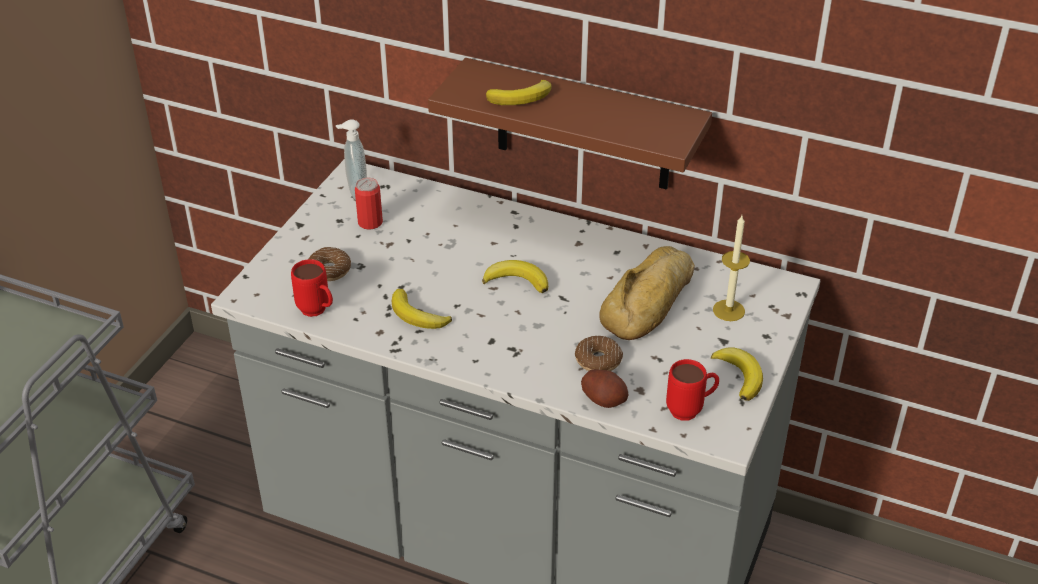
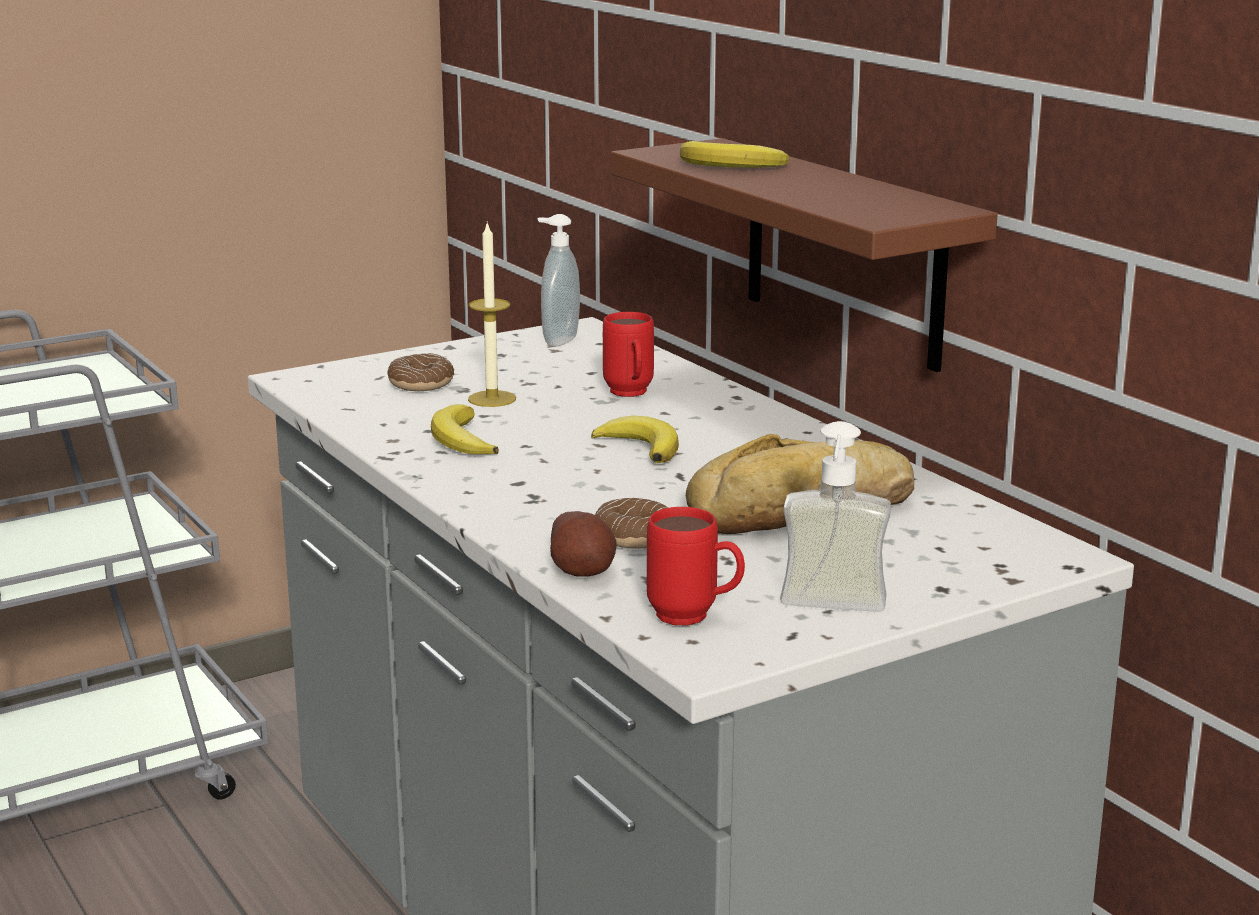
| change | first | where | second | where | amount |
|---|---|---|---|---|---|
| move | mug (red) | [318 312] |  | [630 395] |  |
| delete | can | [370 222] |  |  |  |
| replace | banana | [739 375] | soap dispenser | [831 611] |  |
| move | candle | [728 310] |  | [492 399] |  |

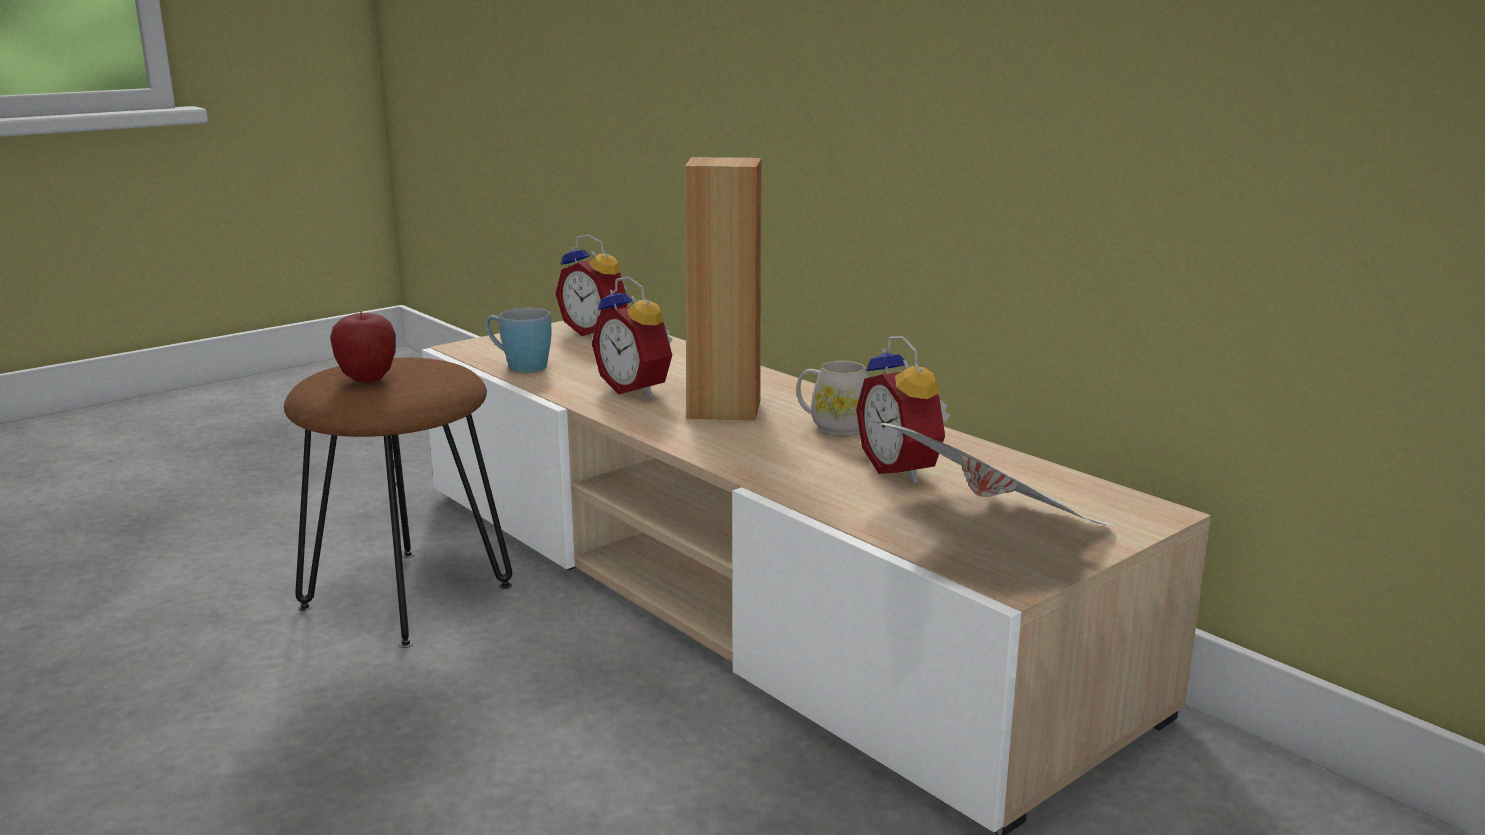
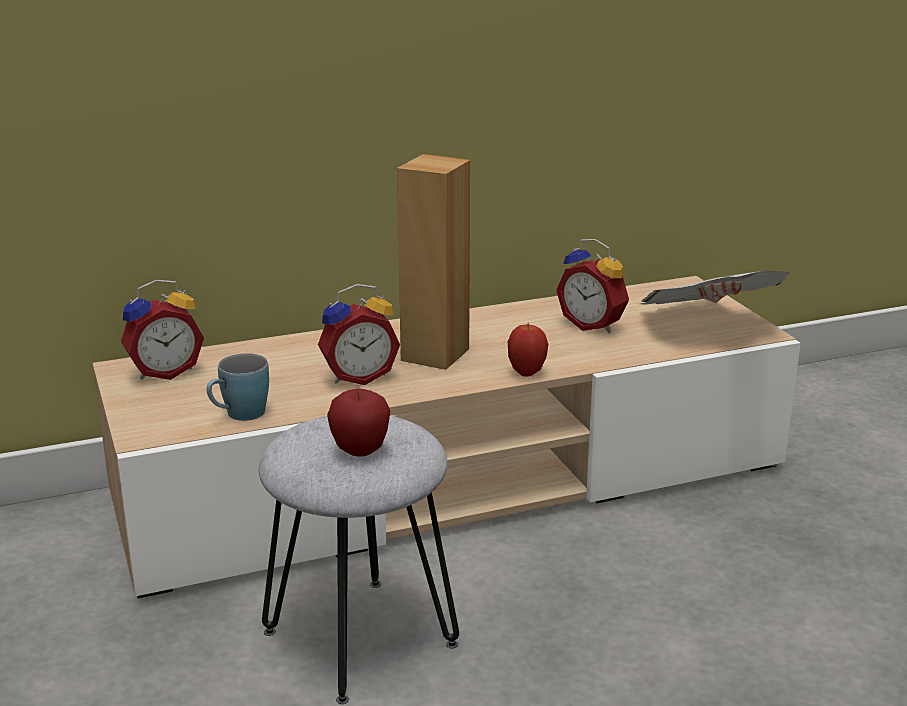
| change | first | where | second | where | amount |
|---|---|---|---|---|---|
| recolor | stool (brown) | [408 596] | stool (grey) | [359 637] |  |
| delete | mug (white) | [833 426] |  |  |  |
| rotate | alarm clock | [904 469] |  | [593 325] | 45 degrees clockwise |
| insert |  |  | apple | [527 373] |  |

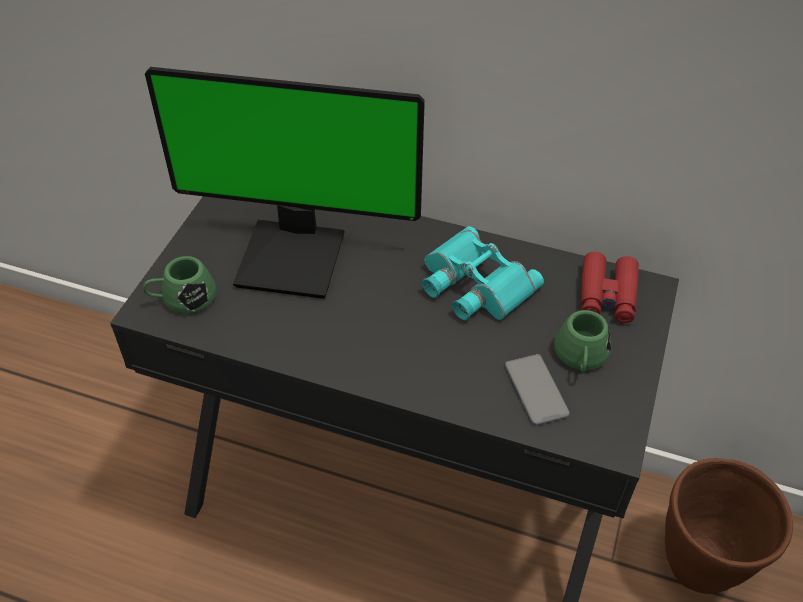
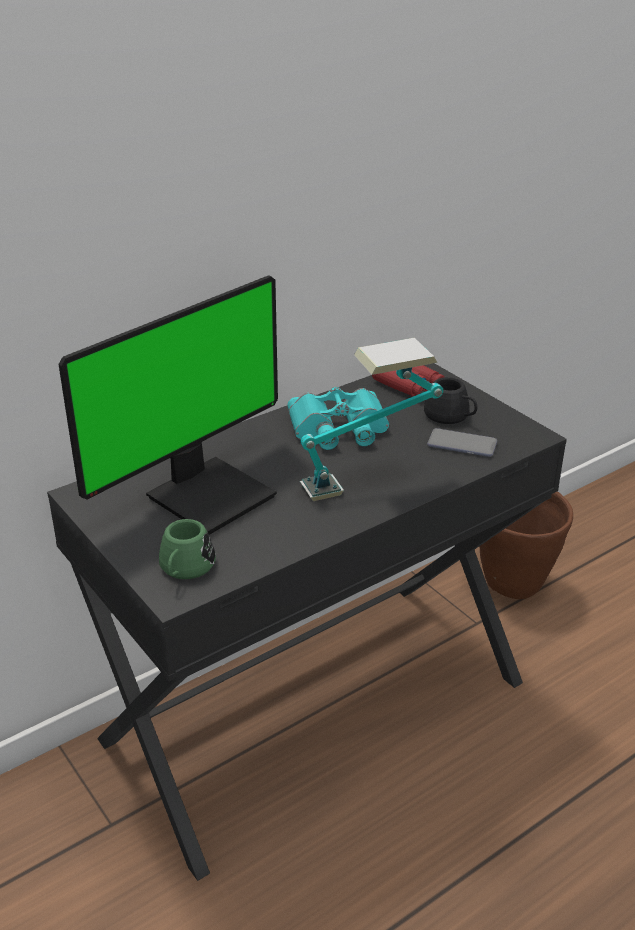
| change | first | where | second | where | amount |
|---|---|---|---|---|---|
| recolor | mug (green) | [580 357] | mug (black) | [451 416] |  |
| insert |  |  | table lamp | [369 479] |  |

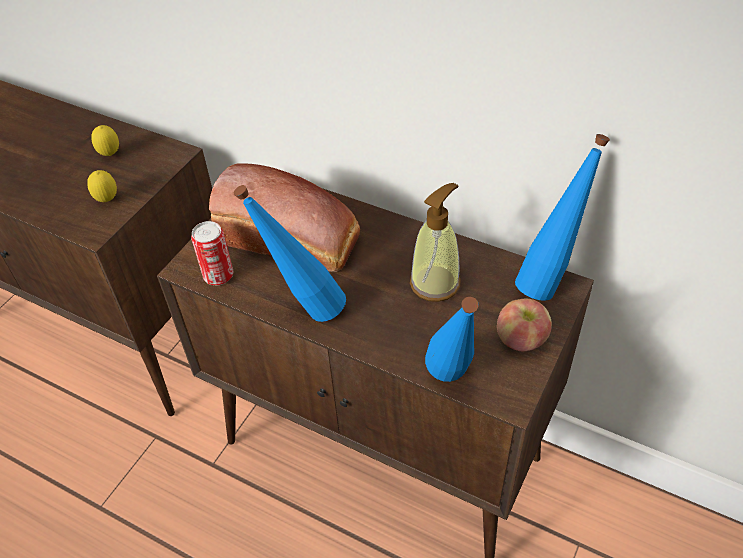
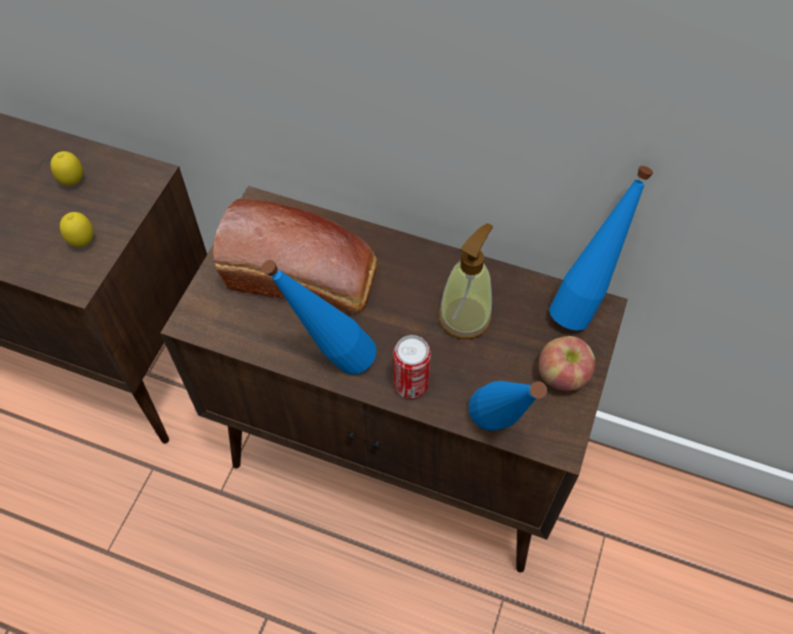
| change | first | where | second | where | amount |
|---|---|---|---|---|---|
| move | can | [218 276] |  | [411 385] |  |

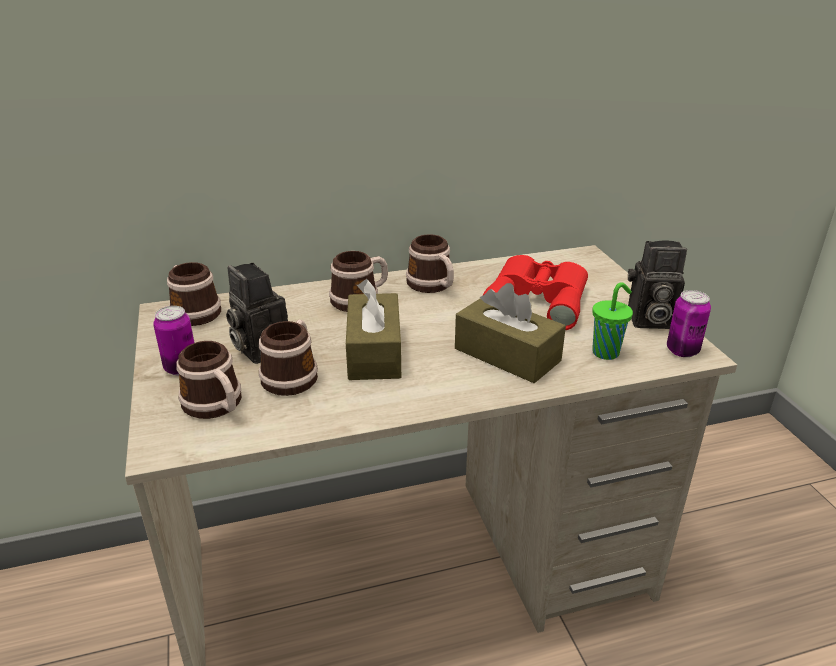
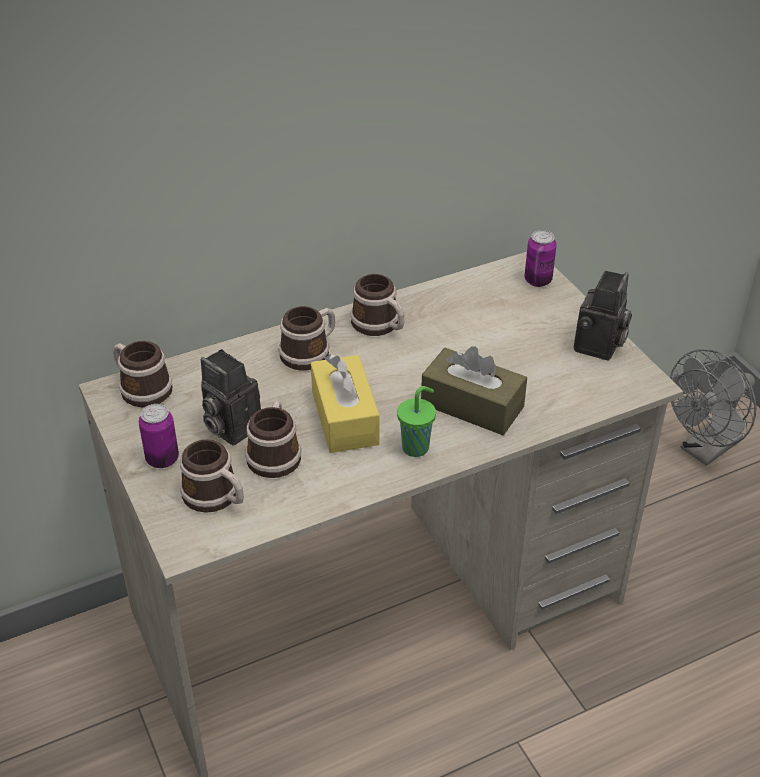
| change | first | where | second | where | amount |
|---|---|---|---|---|---|
| recolor | tissue box (brown) | [374 352] | tissue box (yellow) | [345 418] |  |
| delete | binoculars (red) | [538 298] |  |  |  |
| move | cup (green) | [607 352] |  | [416 447] |  |
| rotate | photo camera | [648 320] |  | [599 347] | 60 degrees counterclockwise |
| move | can | [682 350] |  | [538 280] |  |
| insert |  |  | fan (grey) | [705 450] |  |

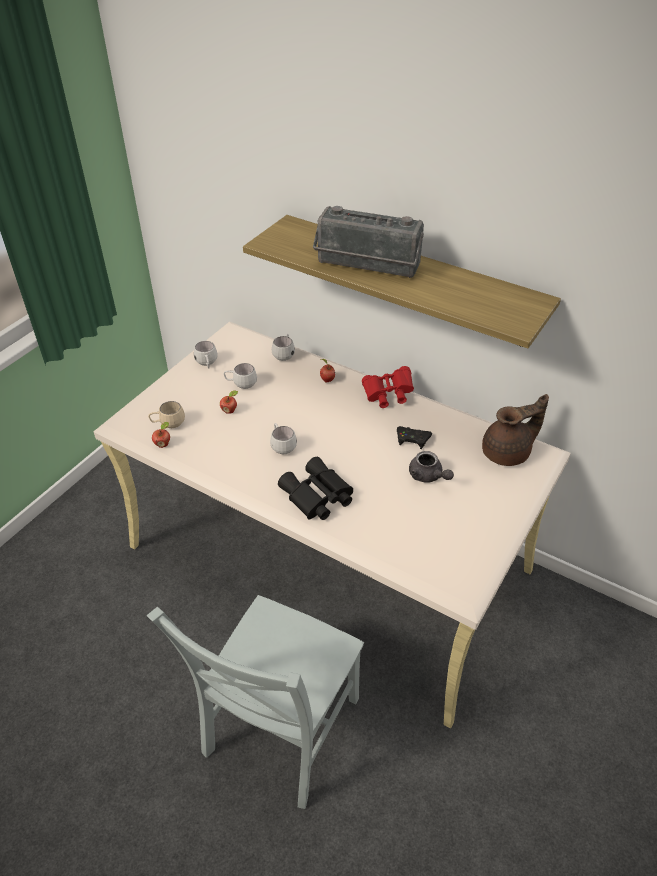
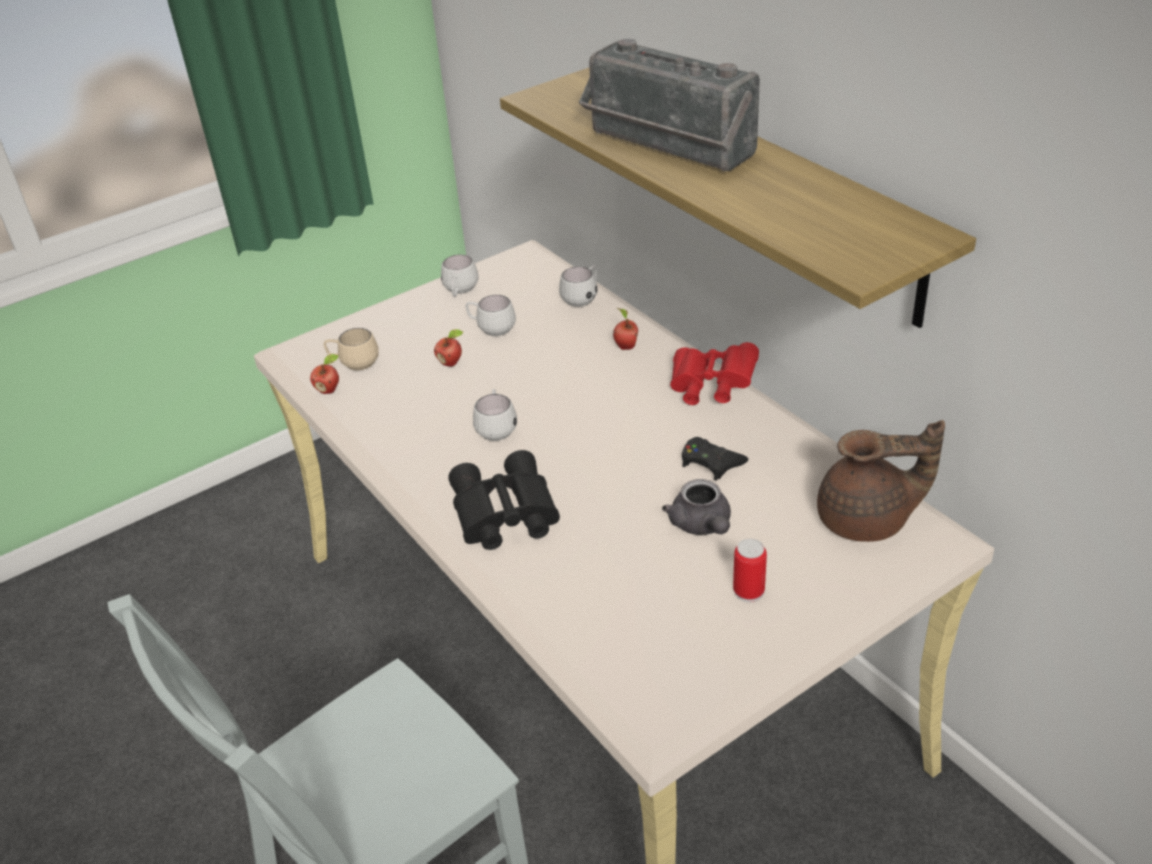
| change | first | where | second | where | amount |
|---|---|---|---|---|---|
| insert |  |  | can | [748 591] |  |

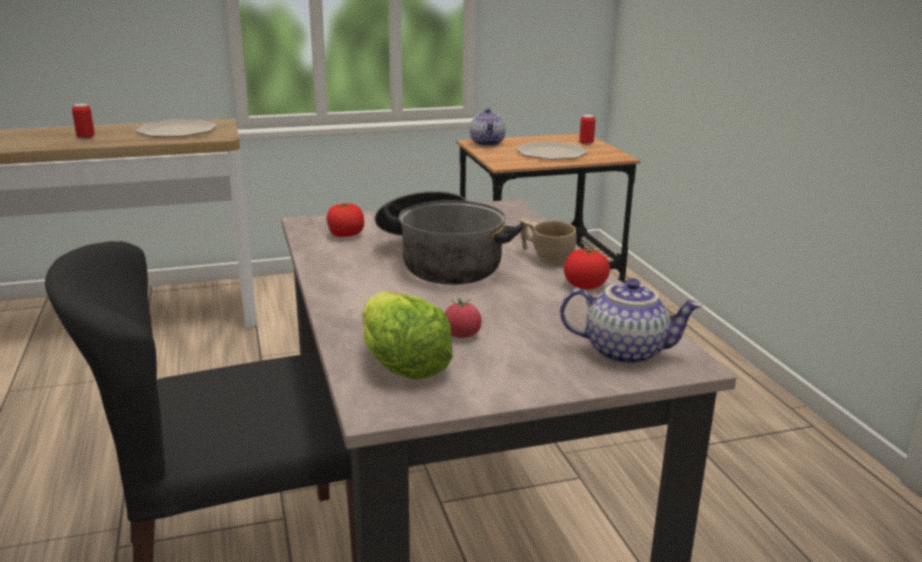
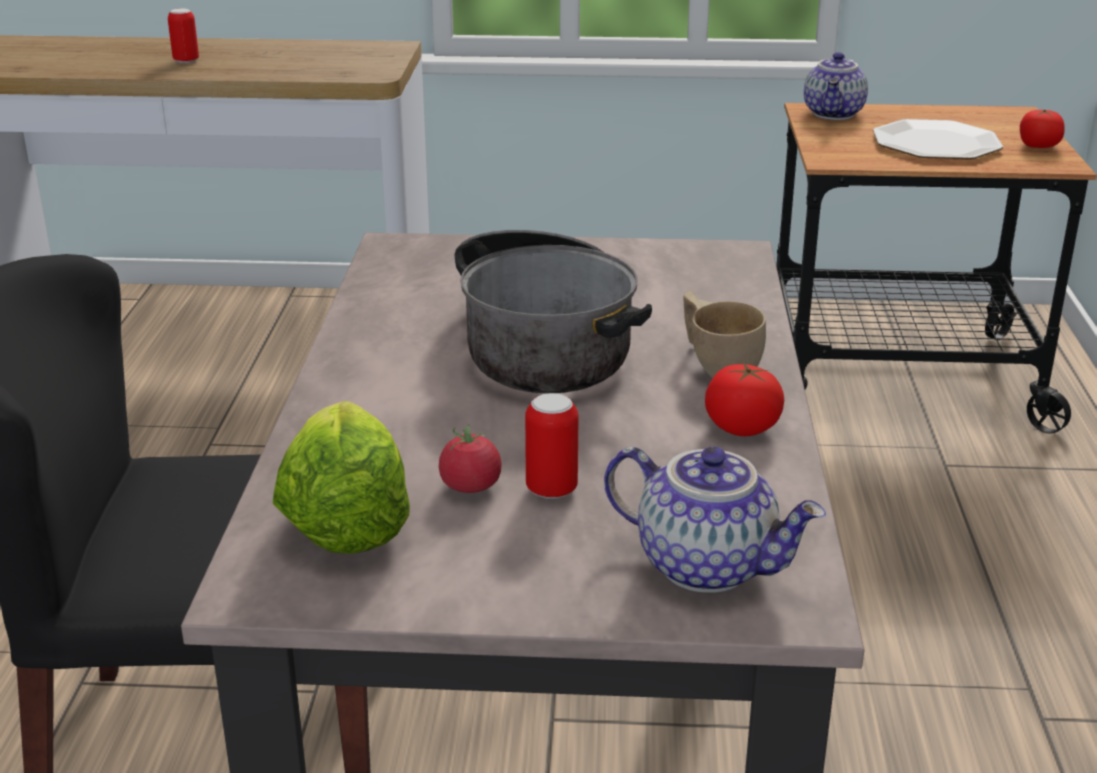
| change | first | where | second | where | amount |
|---|---|---|---|---|---|
| delete | plate | [176 131] |  |  |  |
| move | tomato | [345 235] |  | [1038 146] |  |
| move | can | [586 143] |  | [551 490] |  |

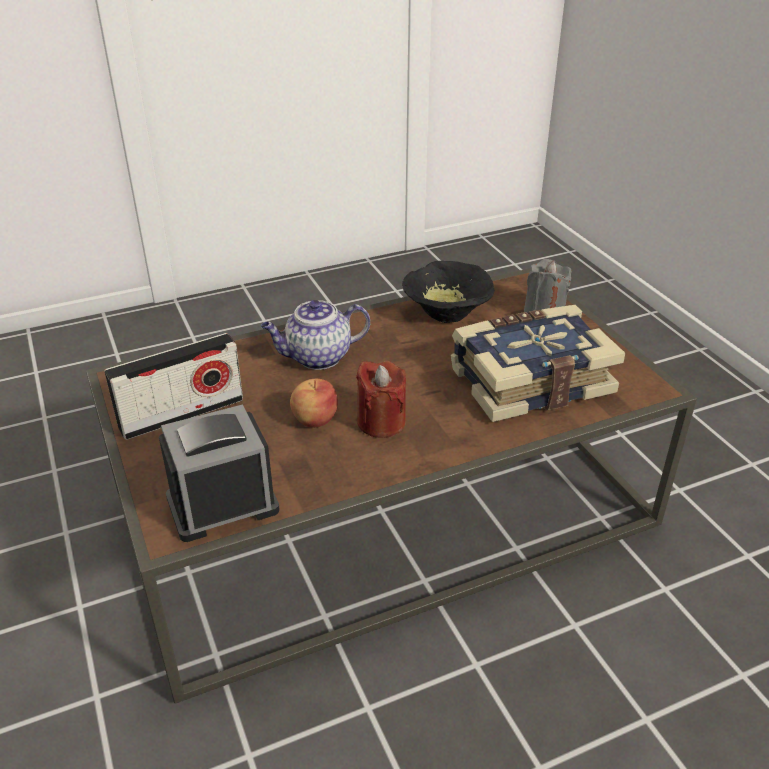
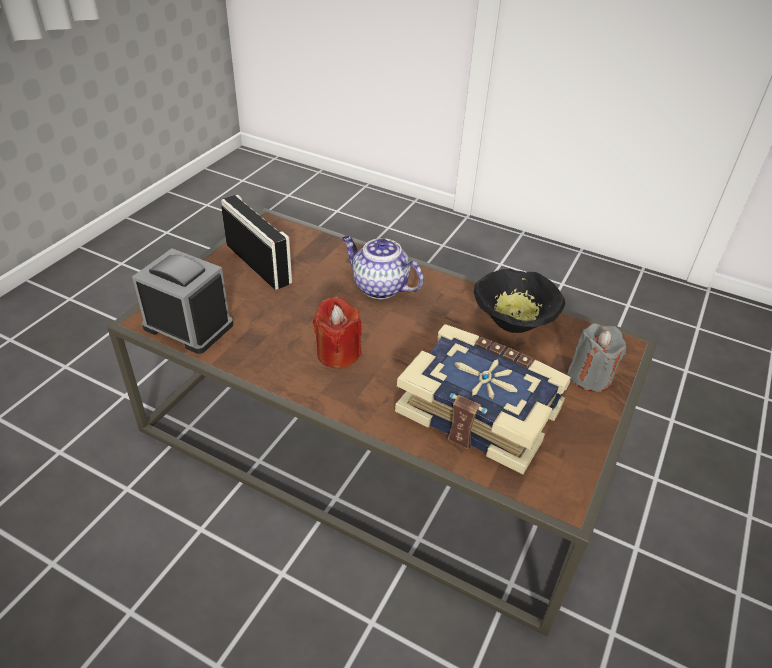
| change | first | where | second | where | amount |
|---|---|---|---|---|---|
| rotate | radio | [182 413] |  | [258 264] | 150 degrees counterclockwise |
| delete | apple | [315 419] |  |  |  |

